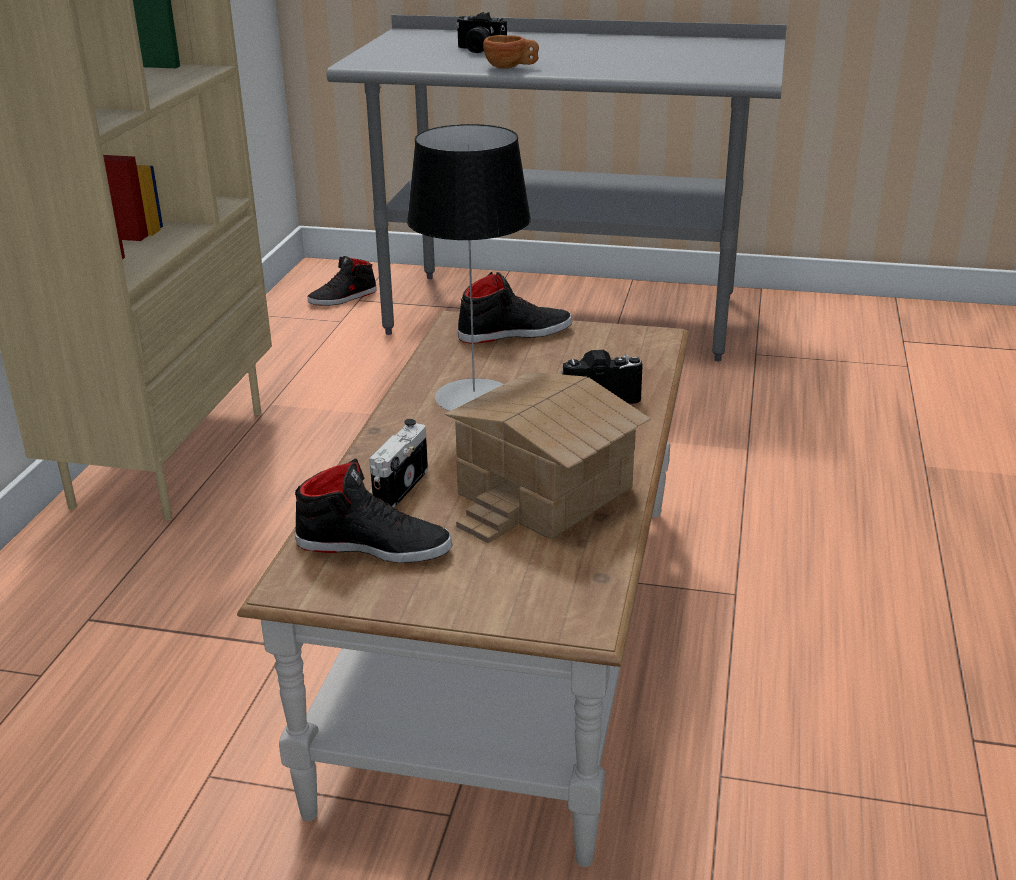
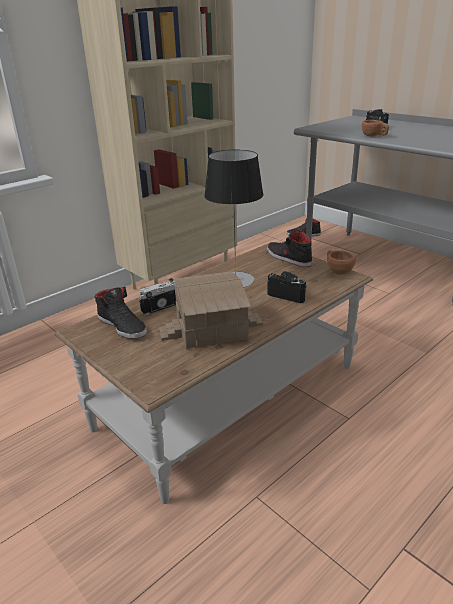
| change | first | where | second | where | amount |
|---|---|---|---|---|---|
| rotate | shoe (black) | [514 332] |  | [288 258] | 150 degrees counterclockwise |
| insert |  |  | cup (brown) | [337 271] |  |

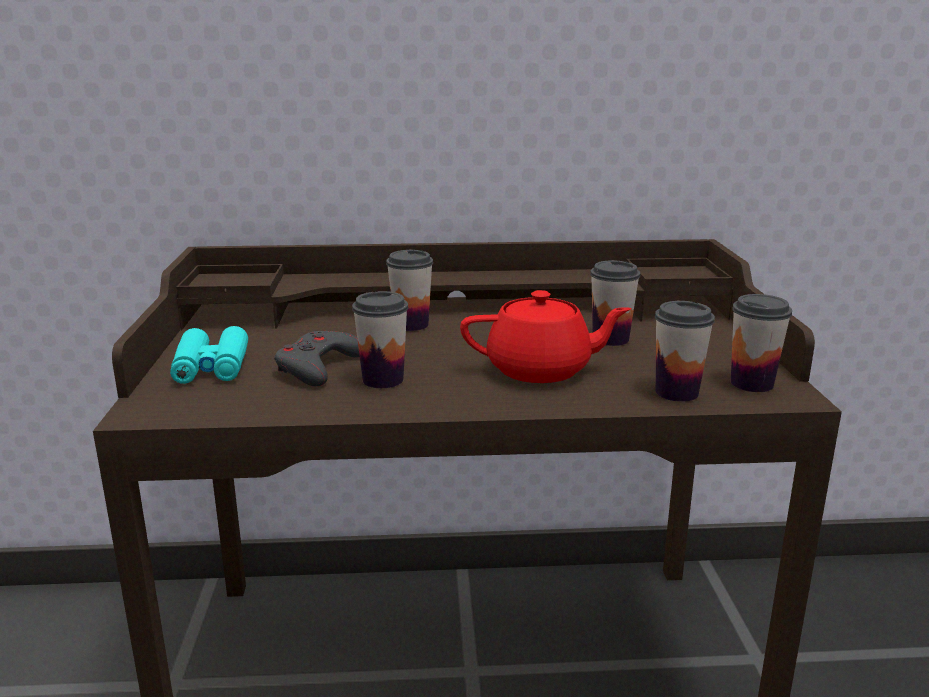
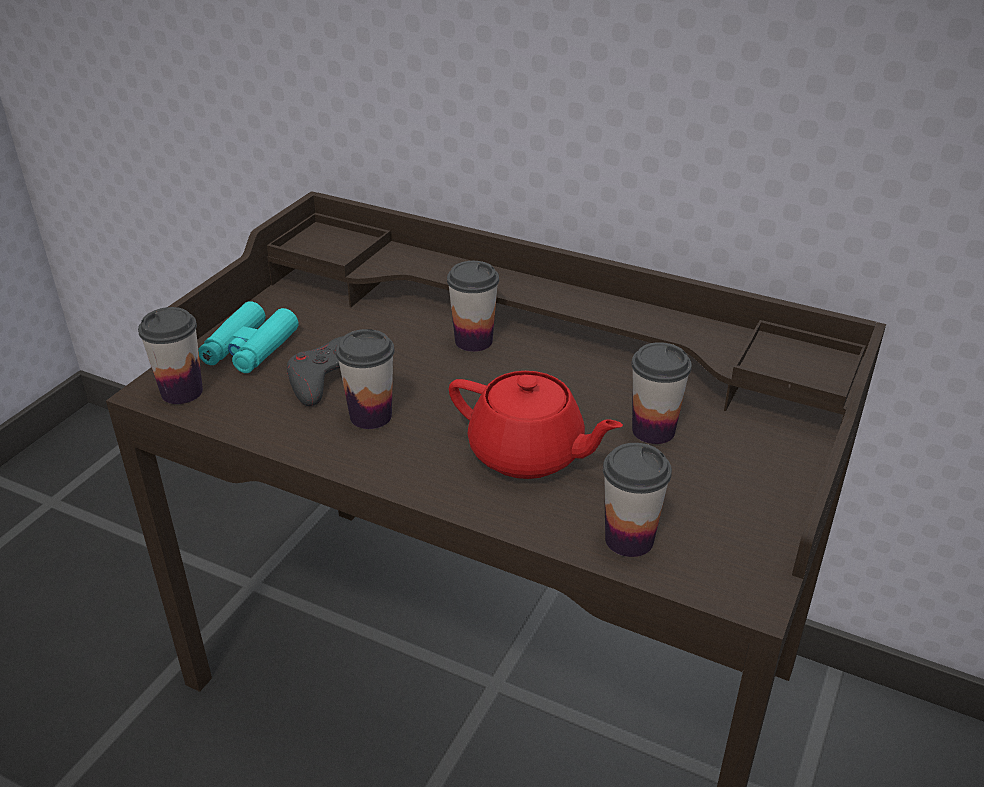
| change | first | where | second | where | amount |
|---|---|---|---|---|---|
| move | cup | [751 383] |  | [182 392] |  |

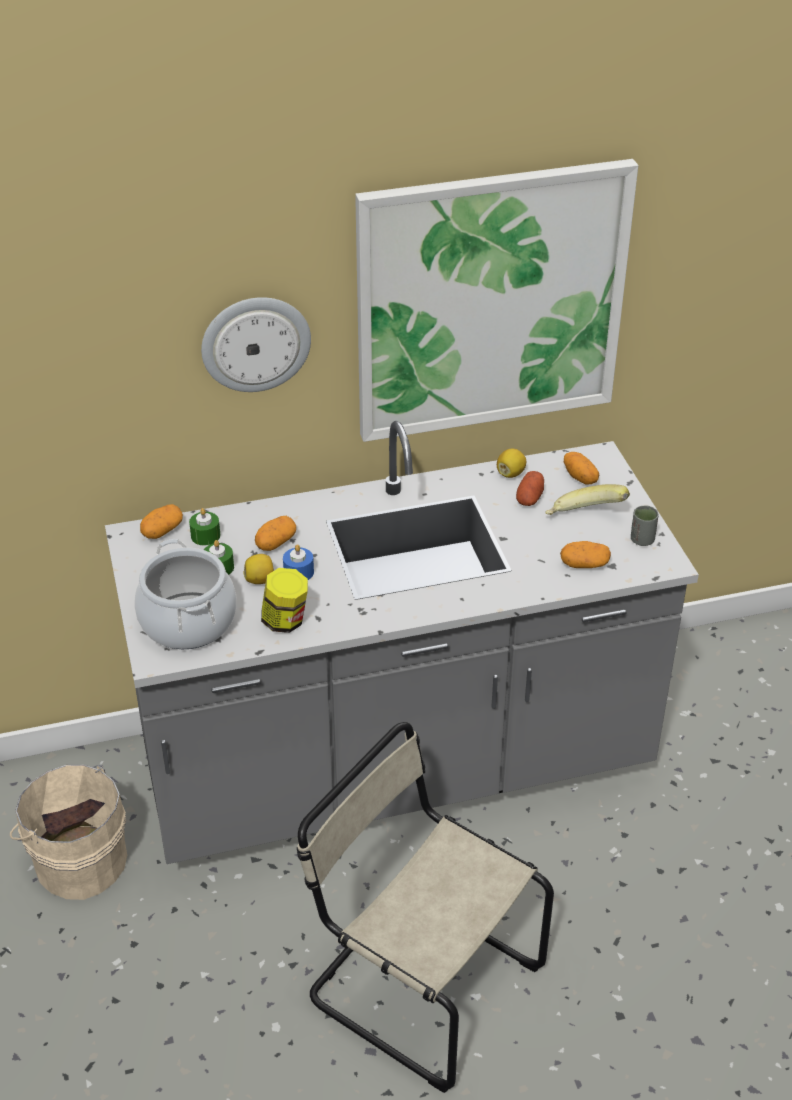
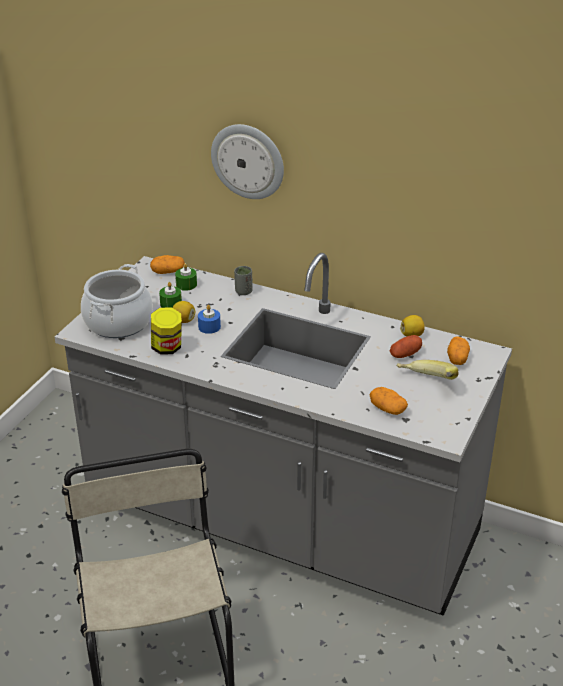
| change | first | where | second | where | amount |
|---|---|---|---|---|---|
| delete | bucket (beige) | [78 860] |  |  |  |
| delete | potato | [275 543] |  |  |  |
| delete | picture | [490 302] |  |  |  |
| move | cup (grey) | [642 540] |  | [243 291] |  |

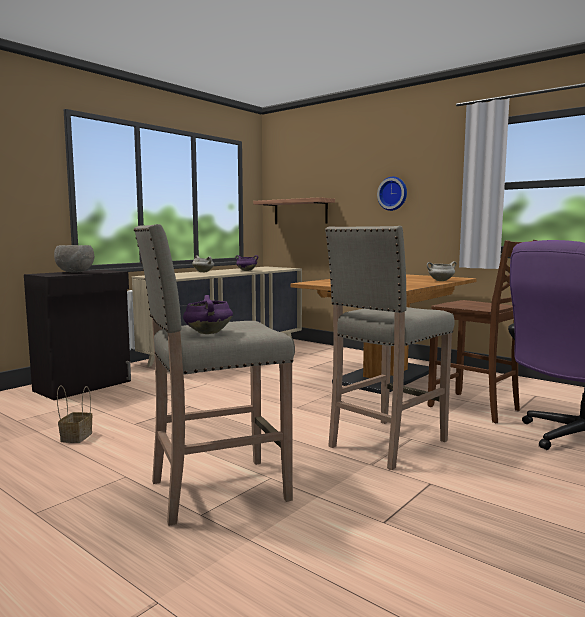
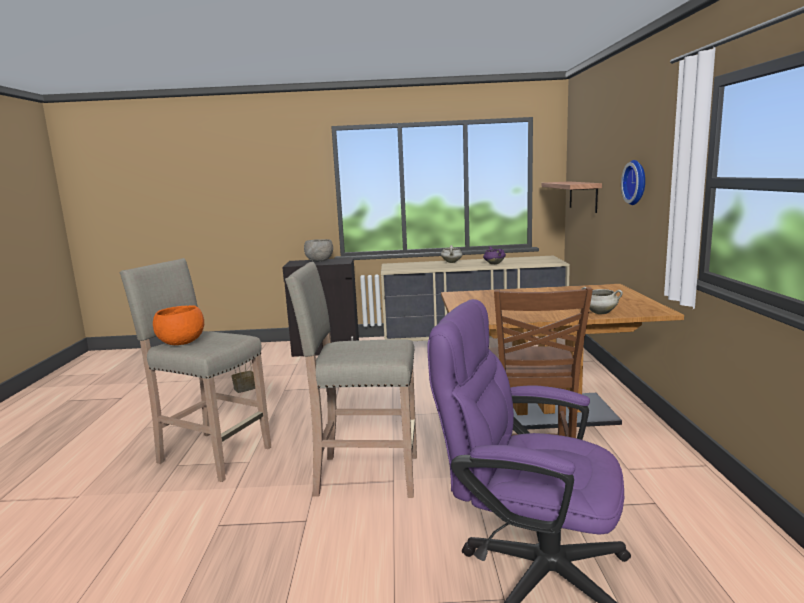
| change | first | where | second | where | amount |
|---|---|---|---|---|---|
| replace | cooking pot (purple) | [207 333] | bowl (orange) | [182 343] |  |

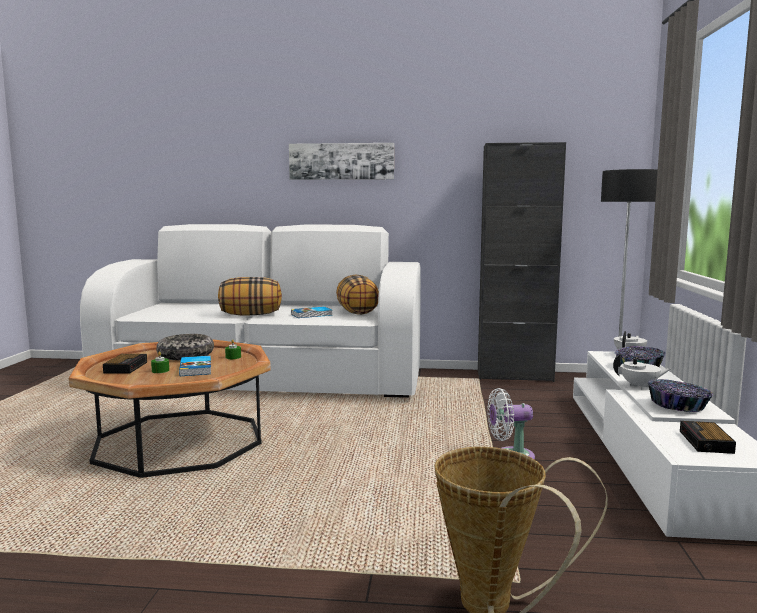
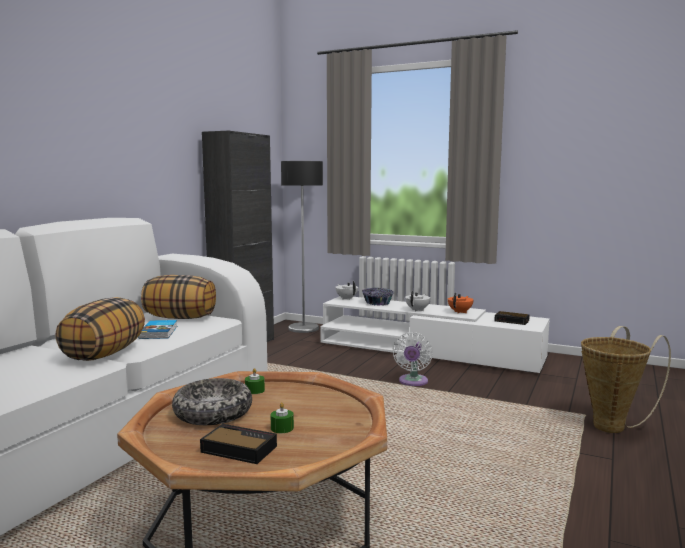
| change | first | where | second | where | amount |
|---|---|---|---|---|---|
| delete | book | [196 368] |  |  |  |
| delete | picture | [341 161] |  |  |  |
| replace | bowl | [678 406] | teapot (orange) | [460 312] |  |

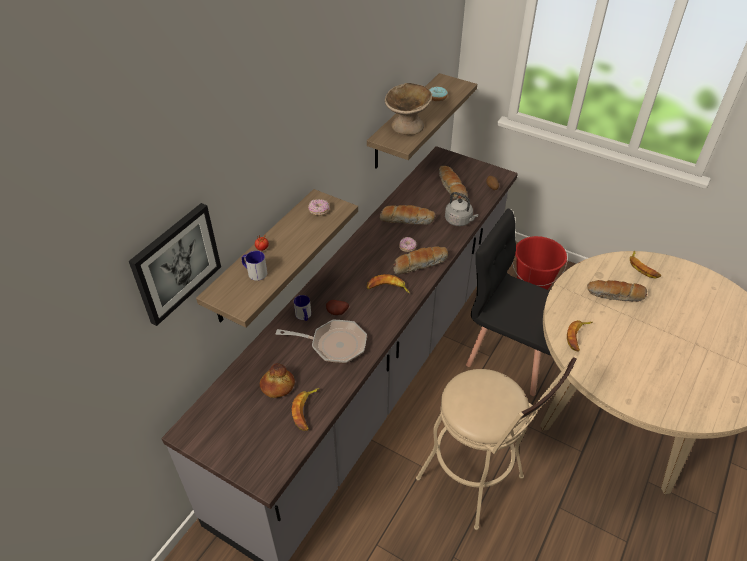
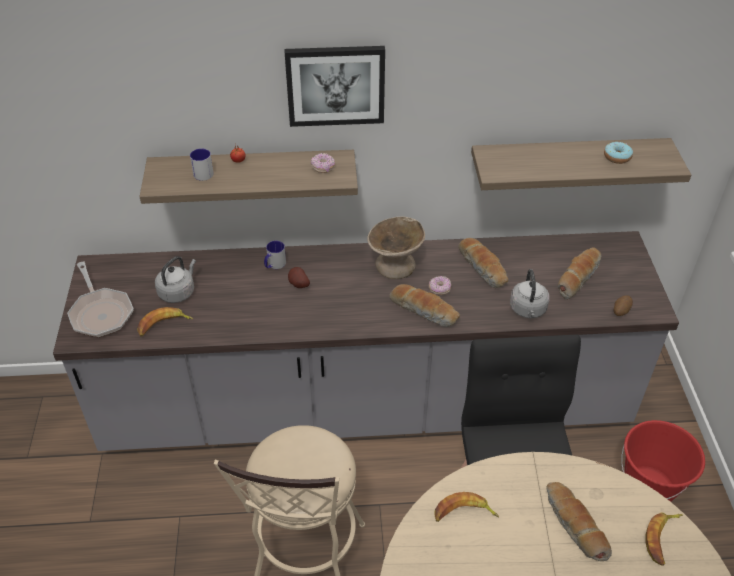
| change | first | where | second | where | amount |
|---|---|---|---|---|---|
| move | picture | [176 263] |  | [335 85] |  |
| replace | bread | [277 386] | kettle (grey) | [178 292] |  |
| move | frying pan | [334 344] |  | [100 313] |  |
| delete | banana | [387 288] |  |  |  |
| move | bowl (beige) | [407 126] |  | [395 265] |  |

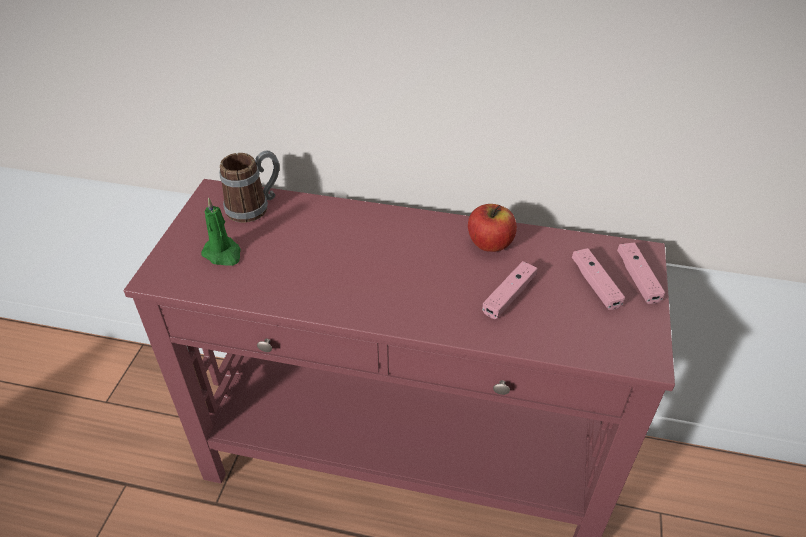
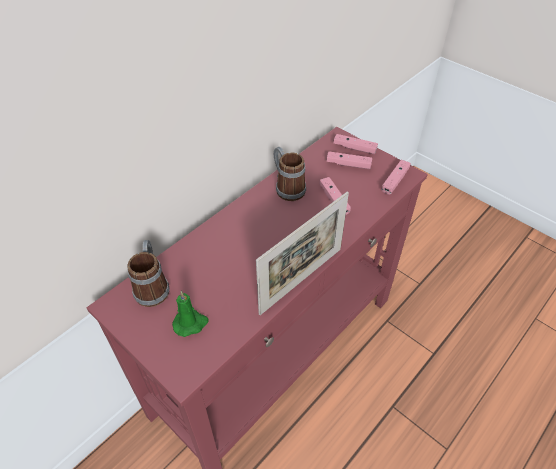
| change | first | where | second | where | amount |
|---|---|---|---|---|---|
| replace | apple | [490 243] | mug | [287 187] |  |
| insert |  |  | picture frame | [301 280] |  |
| insert |  |  | game controller (pink) | [395 180] |  |

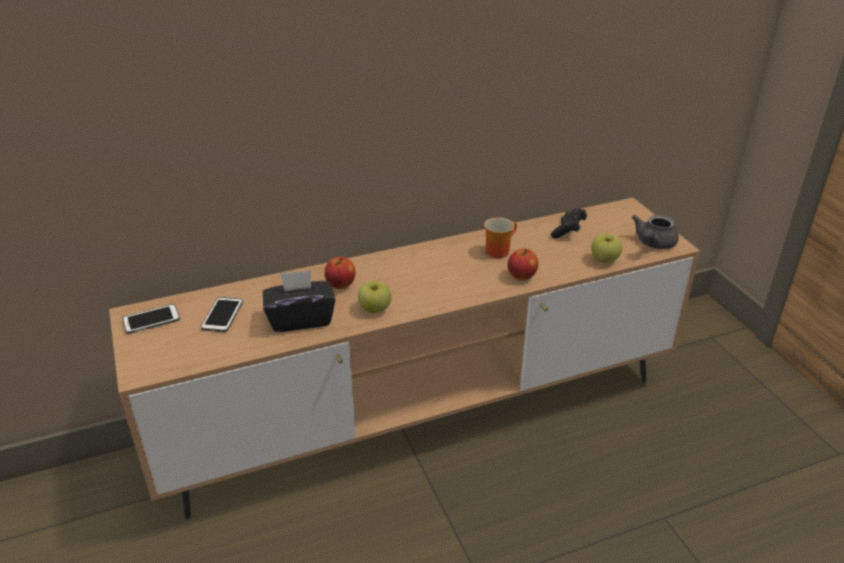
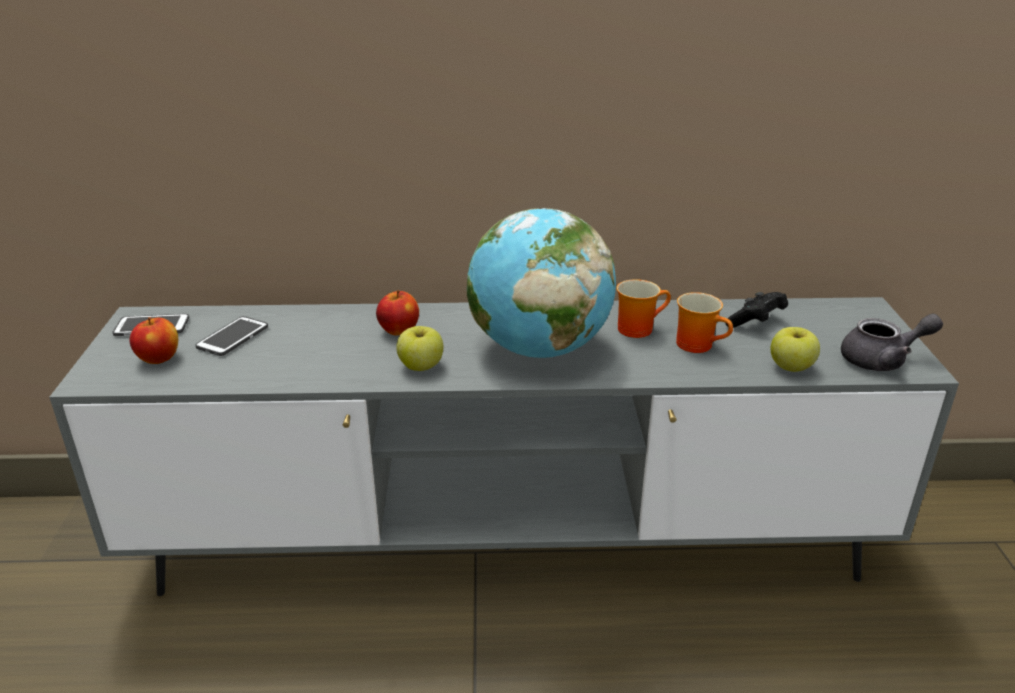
| change | first | where | second | where | amount |
|---|---|---|---|---|---|
| recolor | tv stand (brown) | [420 417] | tv stand (grey) | [507 547] |  |
| delete | tissue box (black) | [300 319] |  |  |  |
| move | apple | [521 276] |  | [159 359] |  |
| rotate | teapot (grey) | [653 244] |  | [882 360] | 150 degrees counterclockwise |
| insert |  |  | globe | [539 348] |  |
| insert |  |  | mug | [699 345] |  |

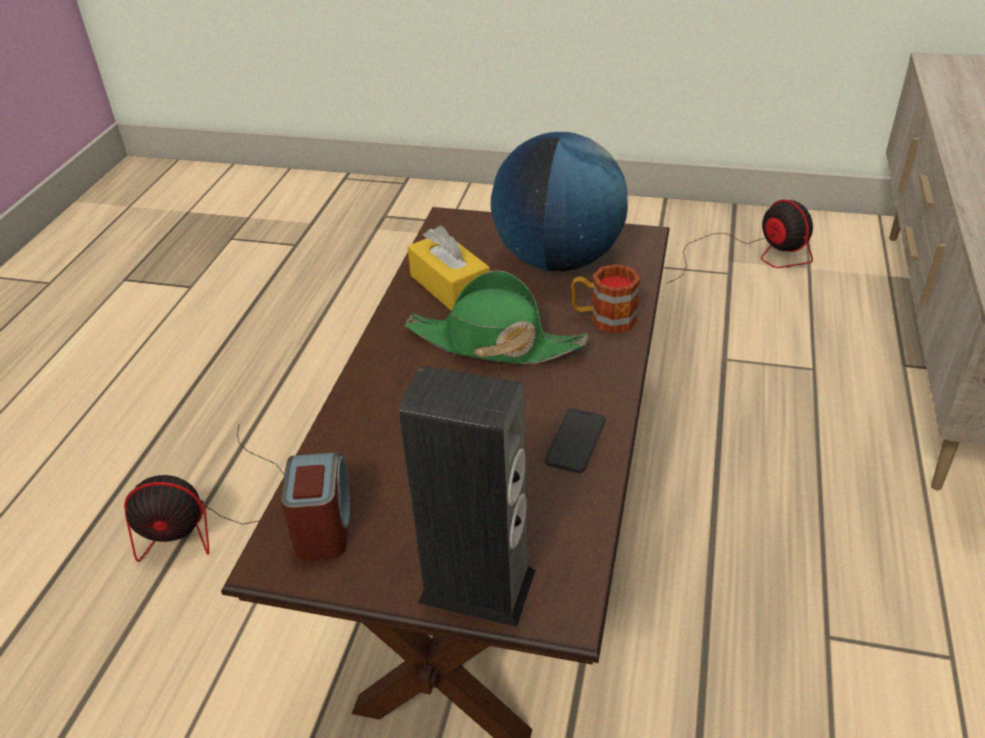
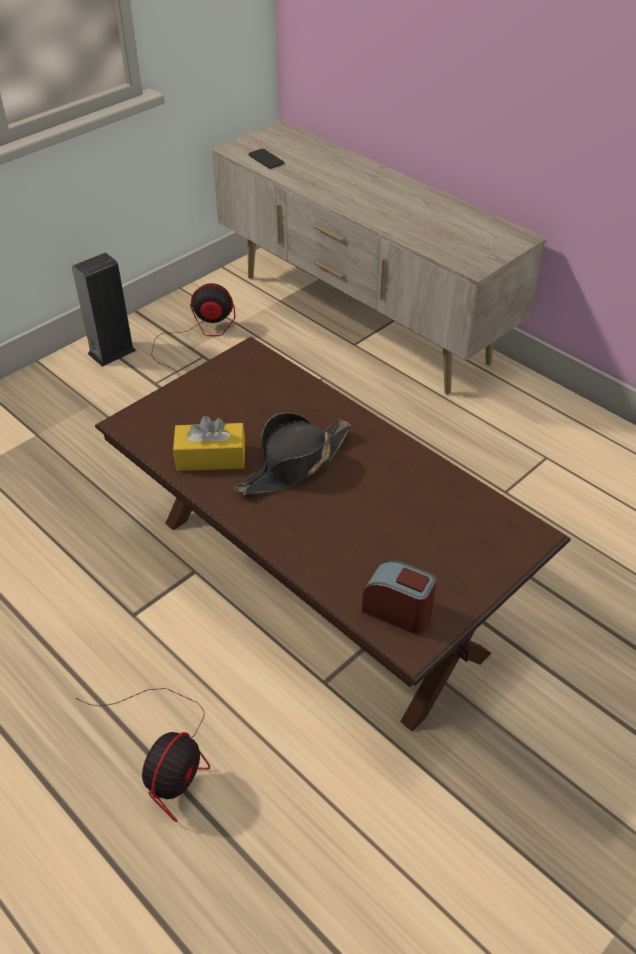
| change | first | where | second | where | amount |
|---|---|---|---|---|---|
| move | speaker | [477 586] |  | [112 352] |  |
| recolor | hat (green) | [494 343] | hat (black) | [294 464] |  |
| delete | globe | [558 260] |  |  |  |
| move | phone | [575 441] |  | [266 159] |  |
| delete | mug | [603 318] |  |  |  |

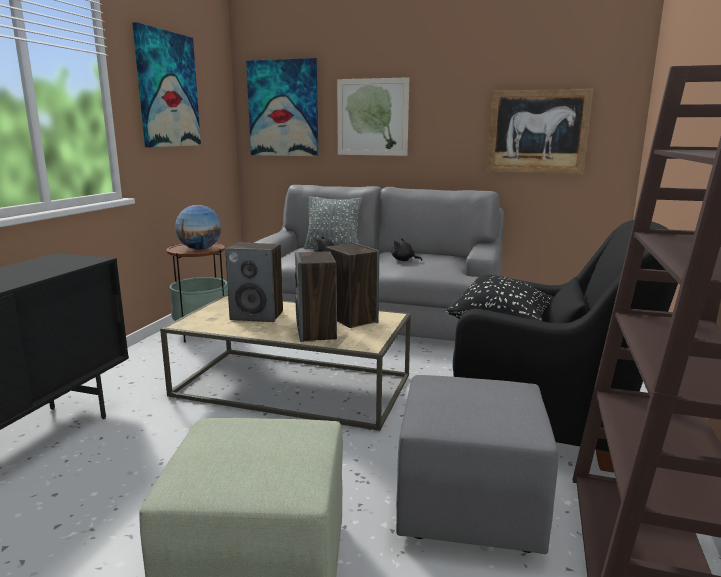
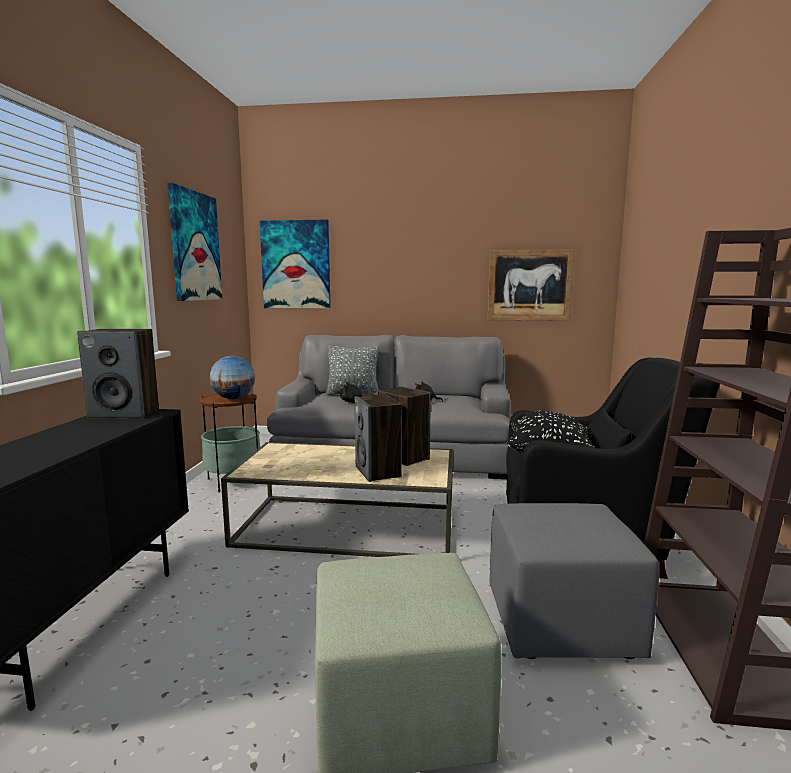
| change | first | where | second | where | amount |
|---|---|---|---|---|---|
| move | speaker | [257 315] |  | [125 413] |  |
| delete | picture | [372 117] |  |  |  |

